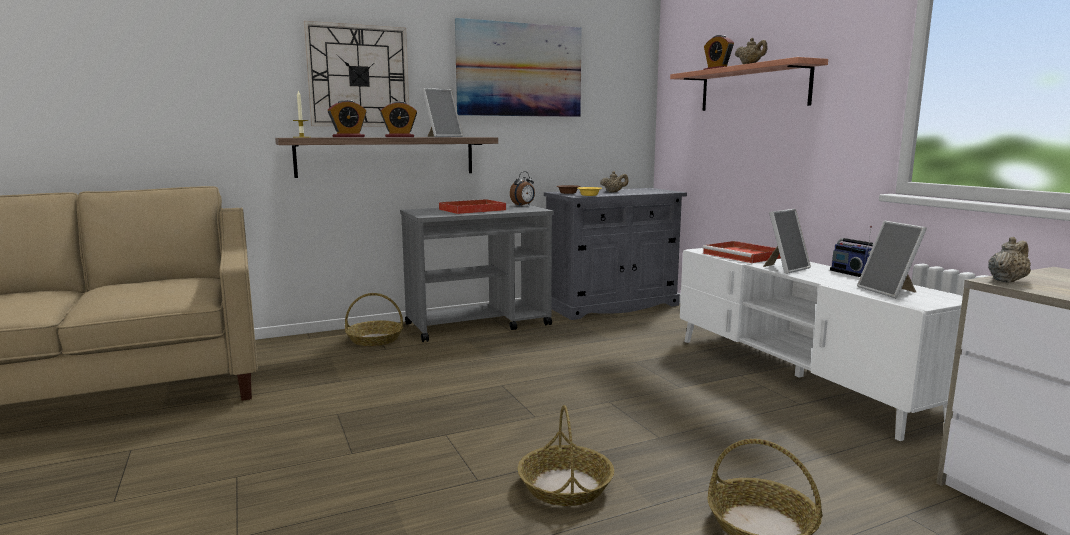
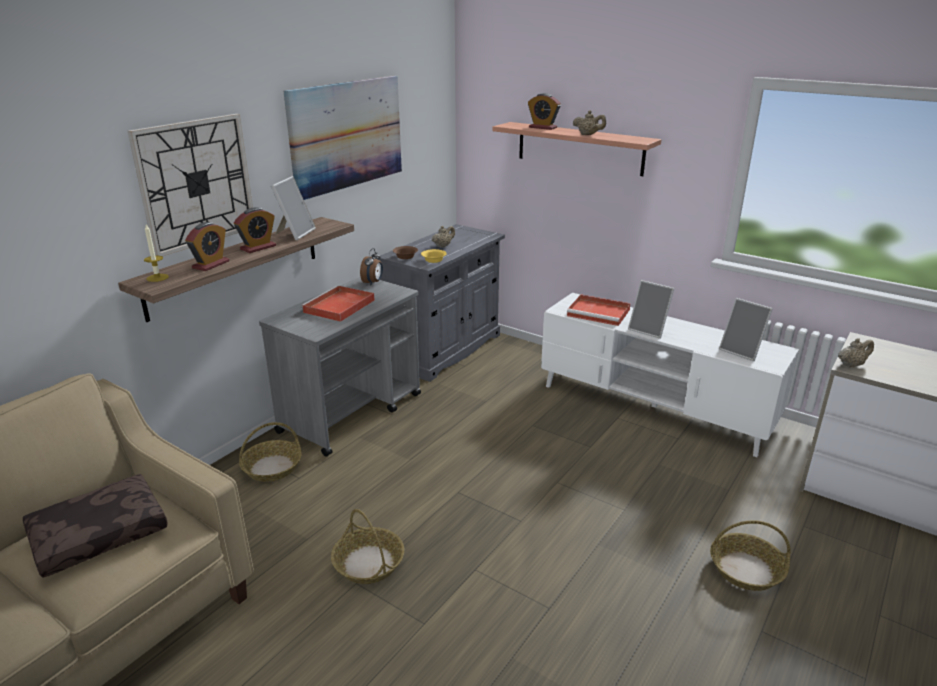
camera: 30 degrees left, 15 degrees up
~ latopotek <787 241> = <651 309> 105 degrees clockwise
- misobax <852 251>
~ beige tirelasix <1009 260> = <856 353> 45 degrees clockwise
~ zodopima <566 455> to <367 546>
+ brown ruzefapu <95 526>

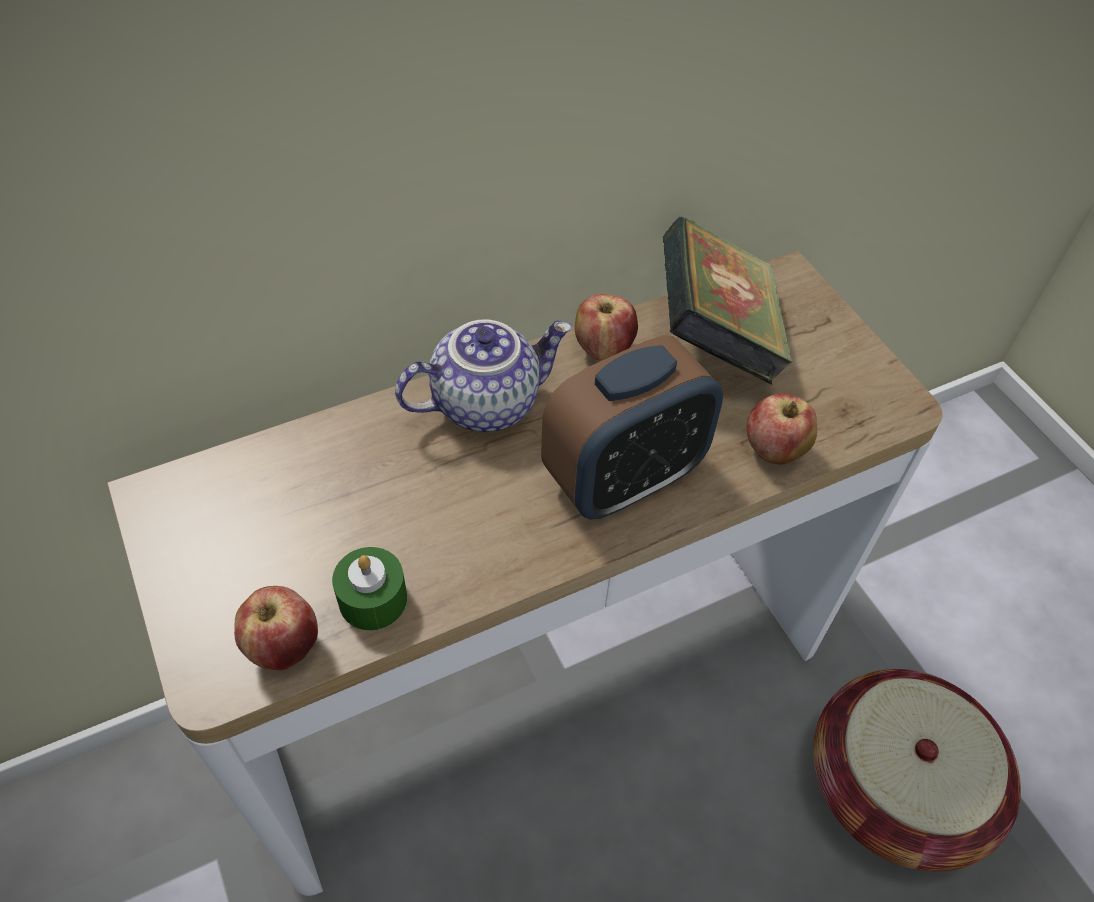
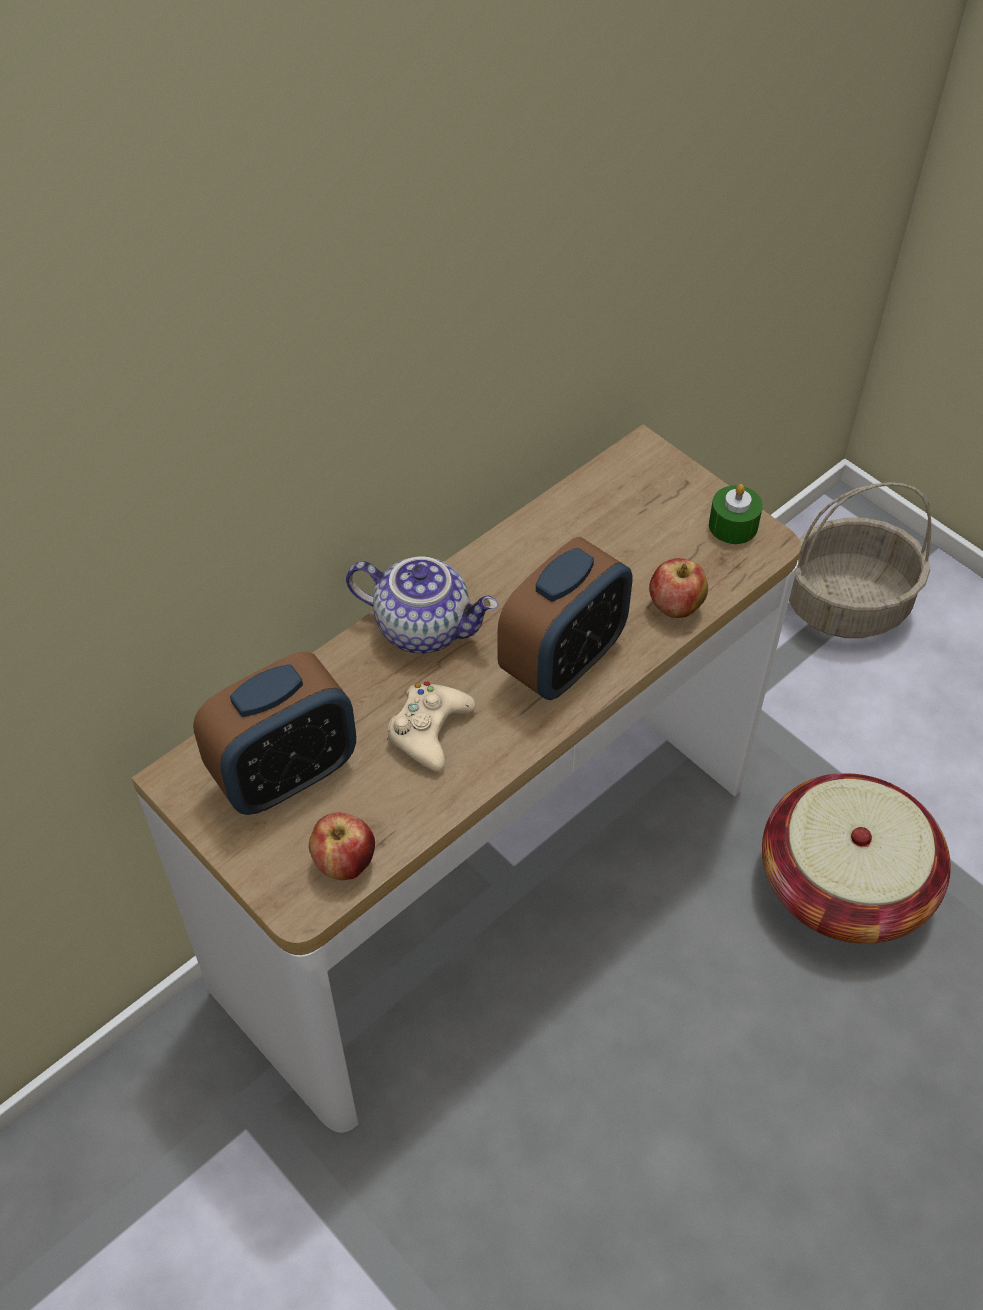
camera: 15 degrees left, 0 degrees up
- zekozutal <728 300>
- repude <606 327>
~ tirelasix <483 375> = <422 604> 60 degrees clockwise
~ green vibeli <369 588> to <736 514>
+ zodopima <860 560>
+ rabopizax <274 733>
+ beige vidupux <431 727>

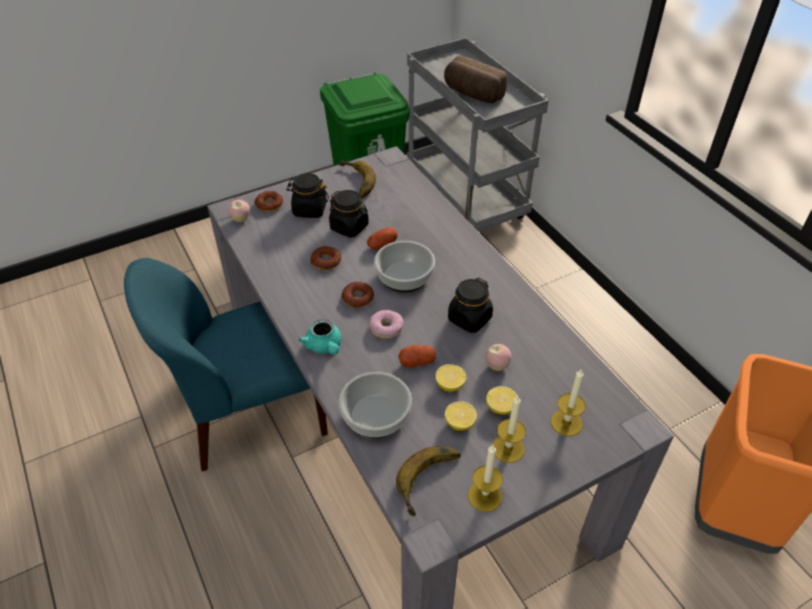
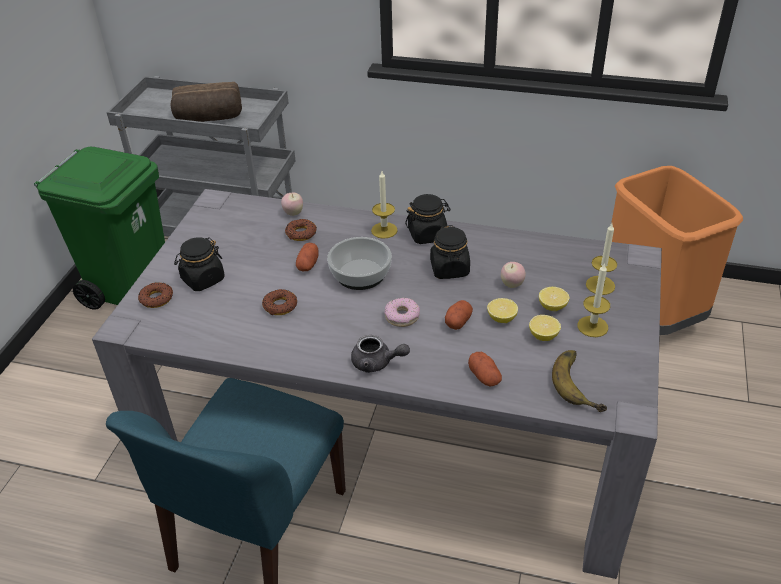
camera: 45 degrees left, 5 degrees down
- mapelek <357 179>
~ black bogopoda <349 214> to <428 219>
~ repude <239 211> to <292 204>
~ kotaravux <357 294> to <301 230>
~ turquoise tirelasix <320 337> to grey tirelasix <380 354>
~ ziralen <375 405> to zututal <485 369>
~ vibeli <485 478> to <384 205>

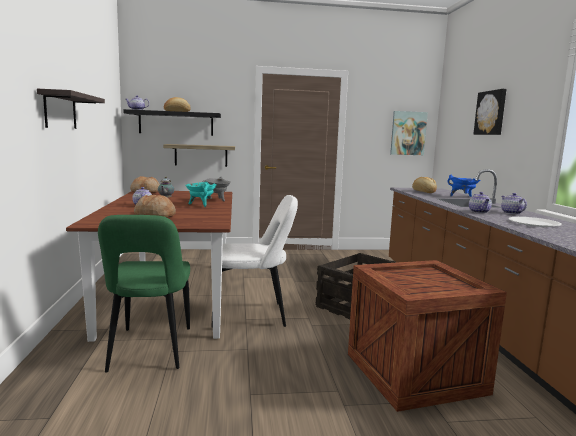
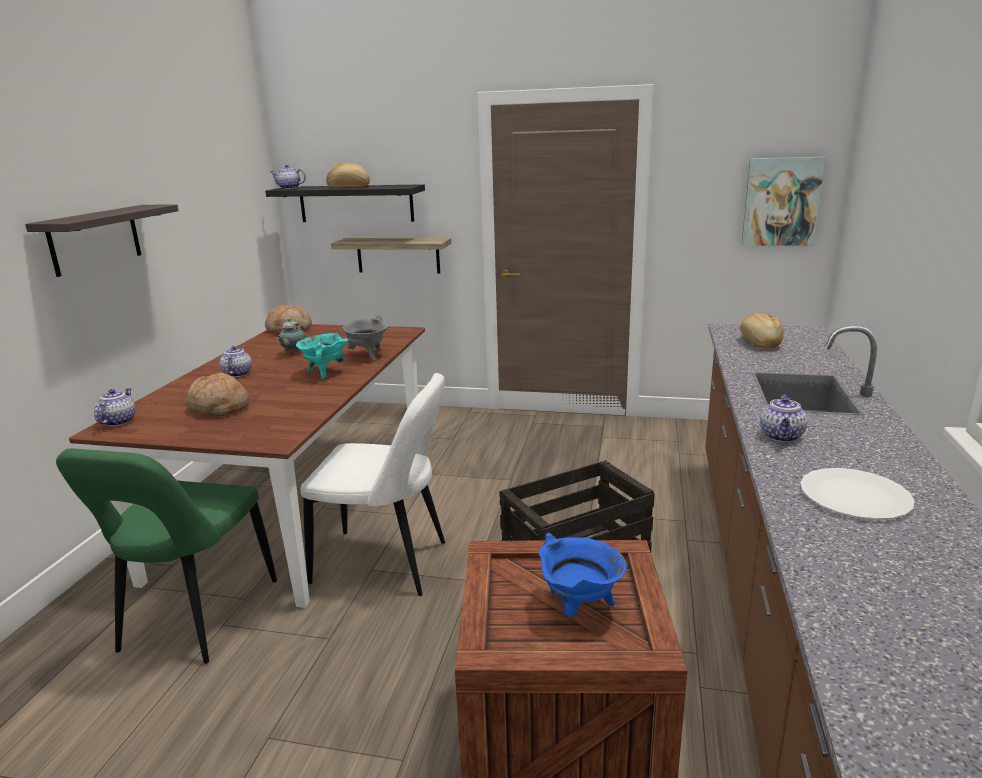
camera: 20 degrees right, 10 degrees up
- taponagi <490 112>
~ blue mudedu <463 186> to <582 575>
~ tirelasix <514 203> to <114 407>

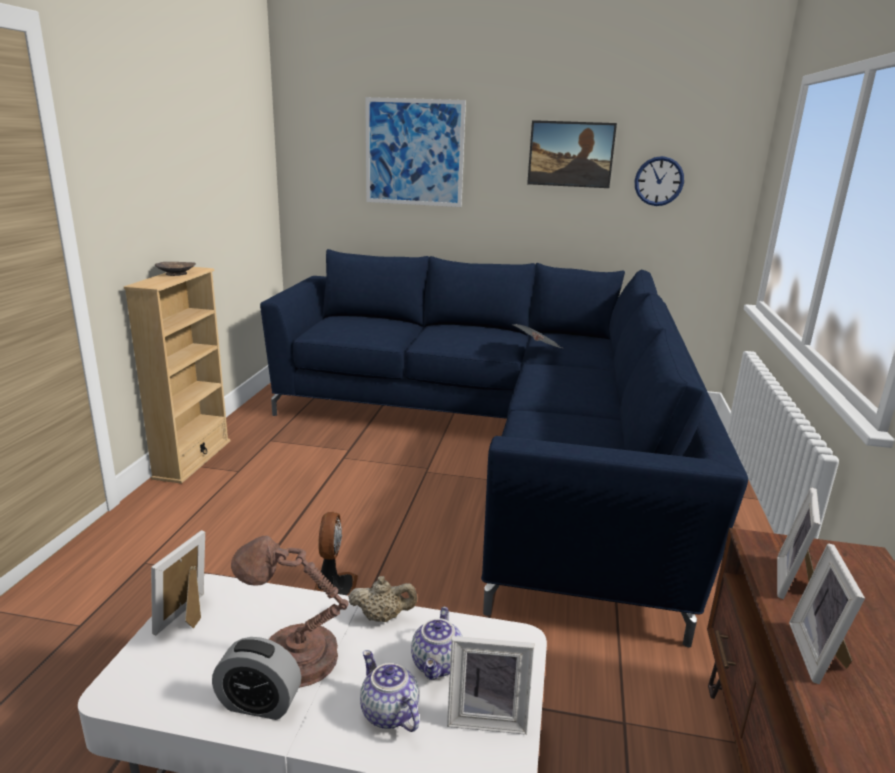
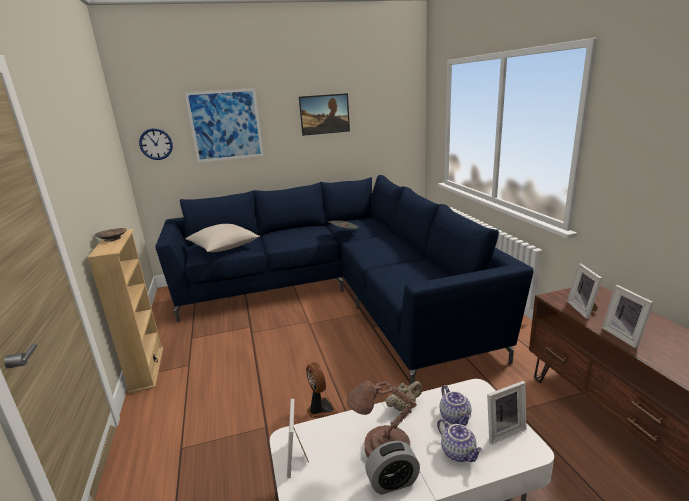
camera: 25 degrees left, 0 degrees up
~ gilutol <659 181> to <156 144>
~ tirelasix <389 691> = <460 440> 150 degrees counterclockwise
+ beige ruzefapu <223 238>

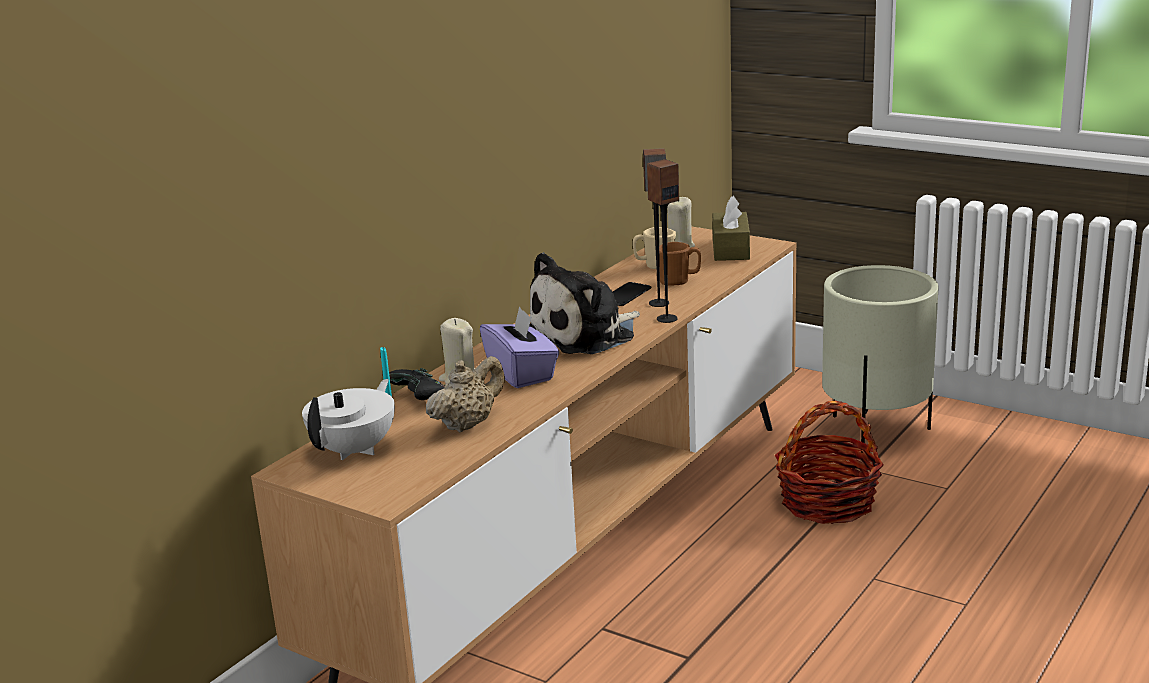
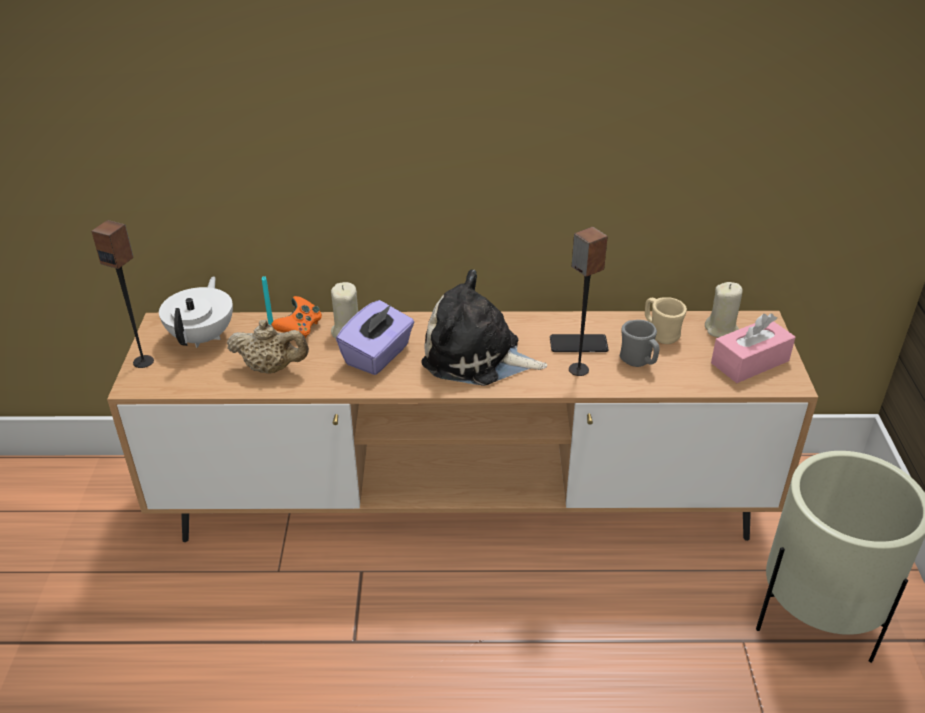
camera: 55 degrees right, 15 degrees up
~ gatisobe <663 241> to <122 294>
~ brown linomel <731 228> to pink linomel <753 348>
~ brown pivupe <680 264> to grey pivupe <640 343>
~ black vidupux <417 384> to orange vidupux <296 317>
~ white tirelasix <348 419> = <196 312> 75 degrees counterclockwise
- zodopima <829 462>

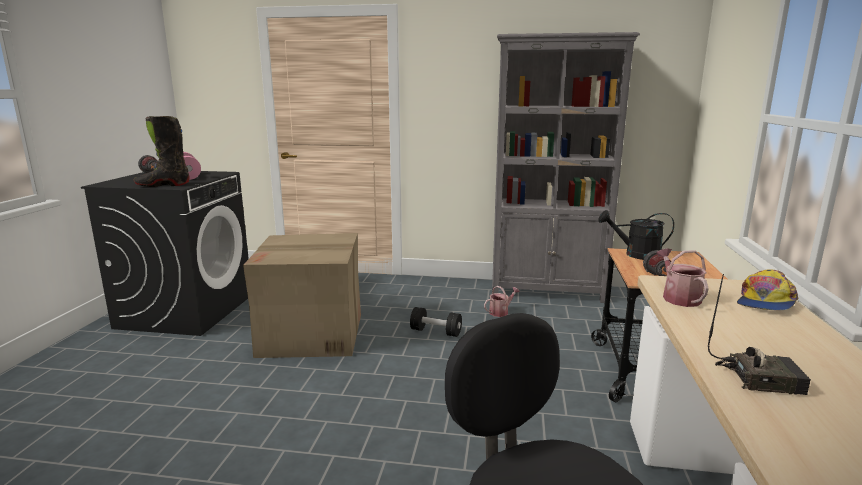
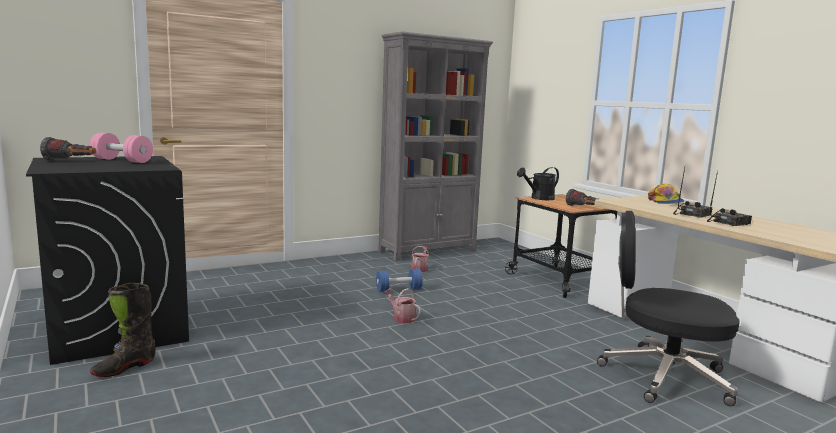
camera: 40 degrees left, 5 degrees down
~ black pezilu <161 151> to <123 330>
- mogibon <302 295>
~ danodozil <683 277> to <402 306>
~ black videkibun <436 322> to blue videkibun <399 280>
+ misobax <693 193>

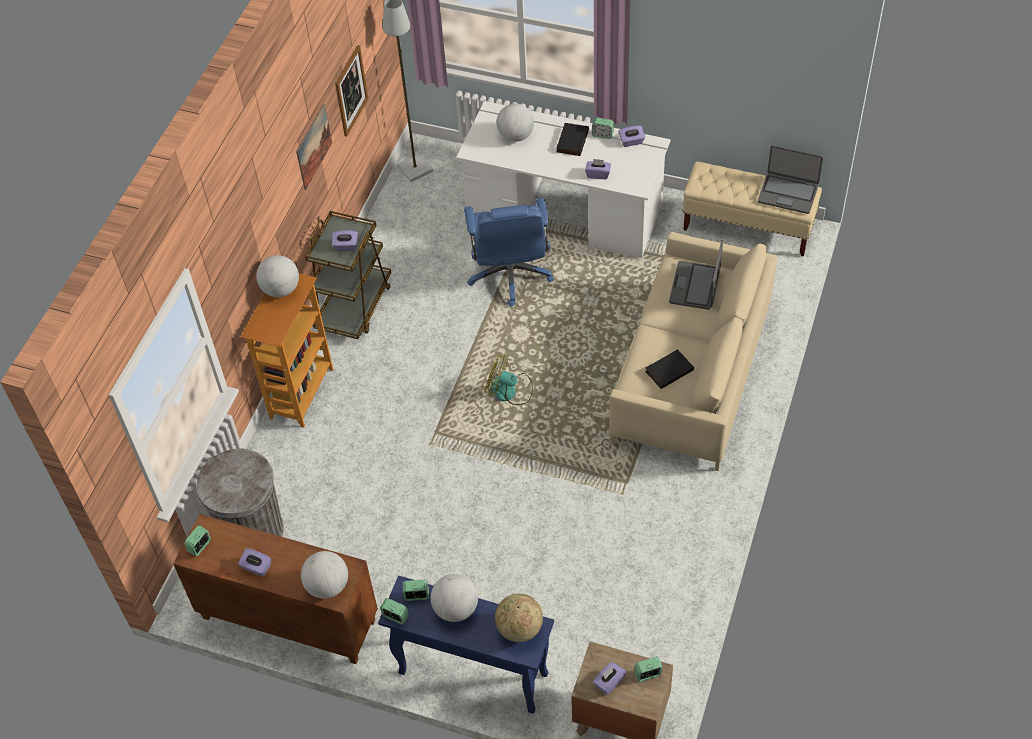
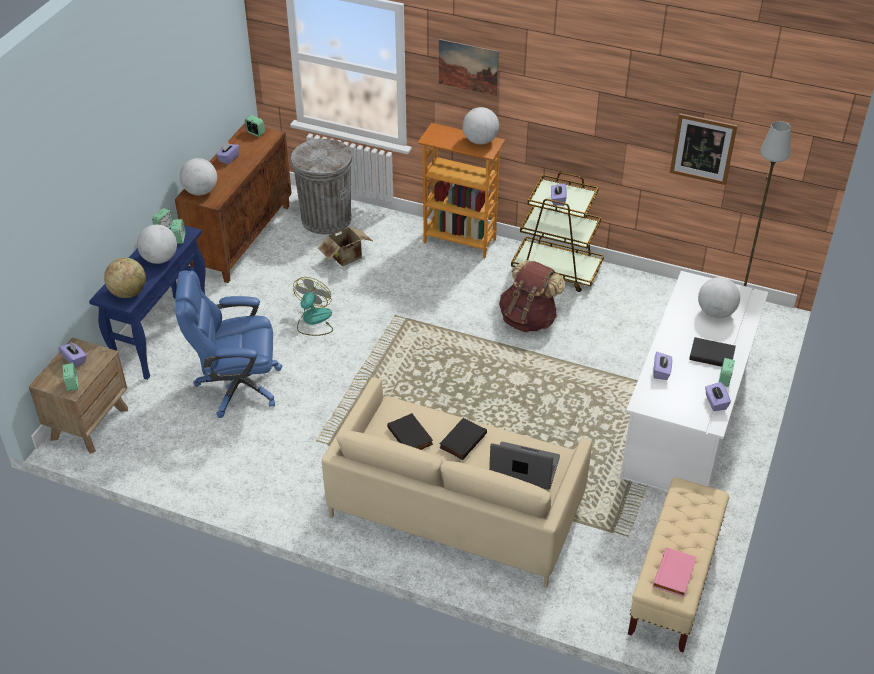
camera: 90 degrees right, 10 degrees down
~ taponagi <314 147> to <469 67>
~ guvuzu <790 179> to pink zekozutal <674 572>
~ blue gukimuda <509 252> to <228 344>
~ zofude <509 379> to <313 306>
+ mogibon <345 246>
+ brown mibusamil <532 296>
+ black zekozutal <463 439>

